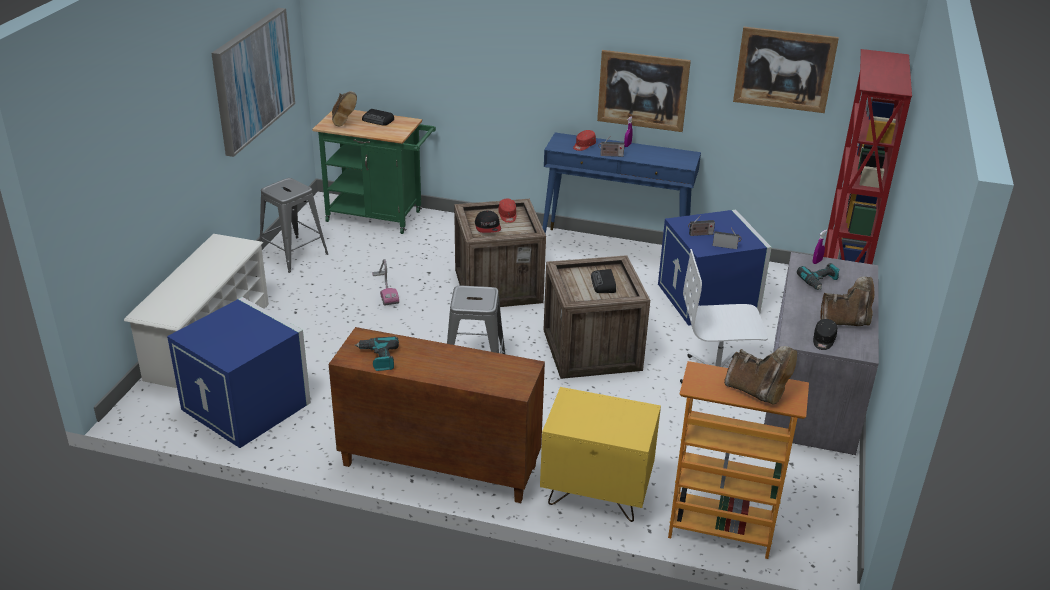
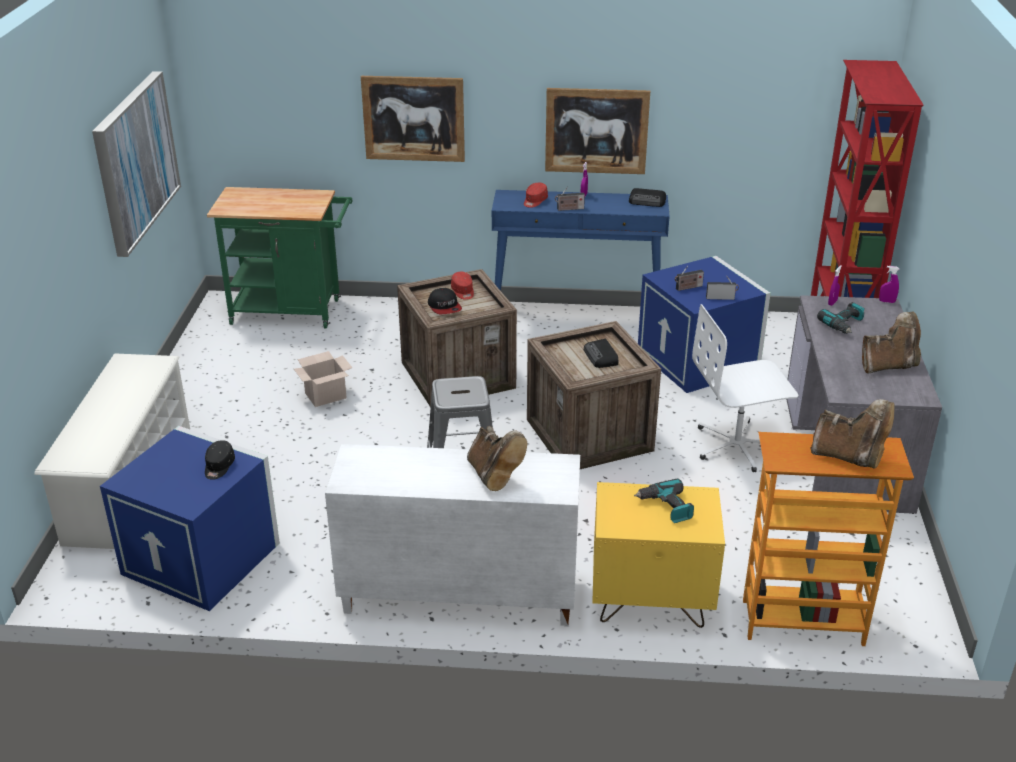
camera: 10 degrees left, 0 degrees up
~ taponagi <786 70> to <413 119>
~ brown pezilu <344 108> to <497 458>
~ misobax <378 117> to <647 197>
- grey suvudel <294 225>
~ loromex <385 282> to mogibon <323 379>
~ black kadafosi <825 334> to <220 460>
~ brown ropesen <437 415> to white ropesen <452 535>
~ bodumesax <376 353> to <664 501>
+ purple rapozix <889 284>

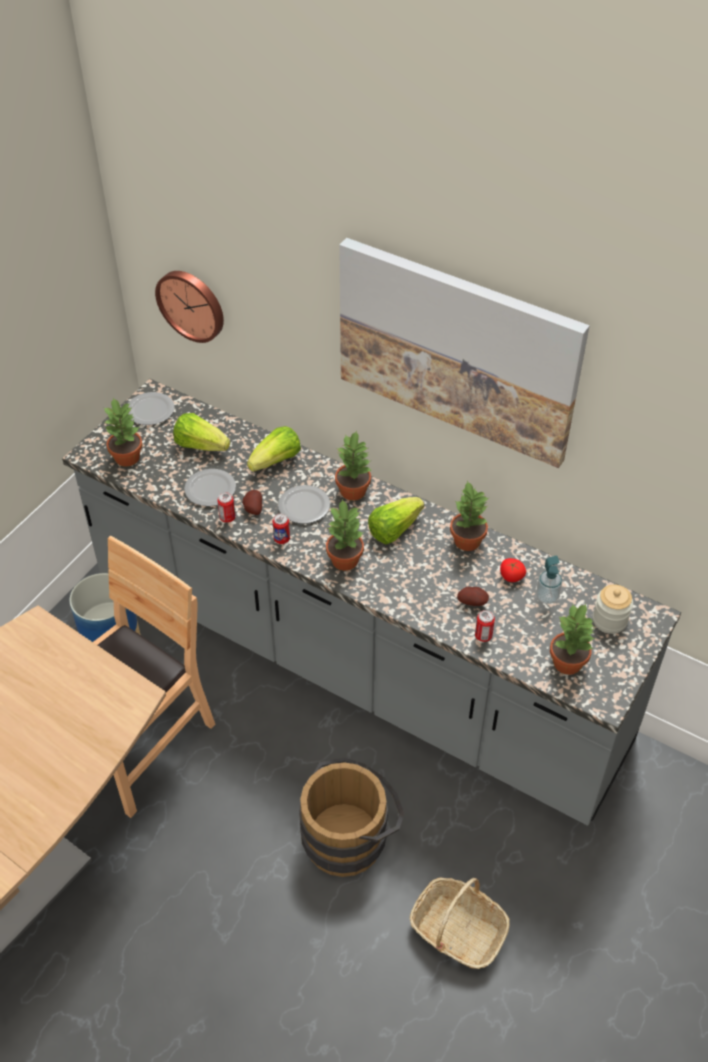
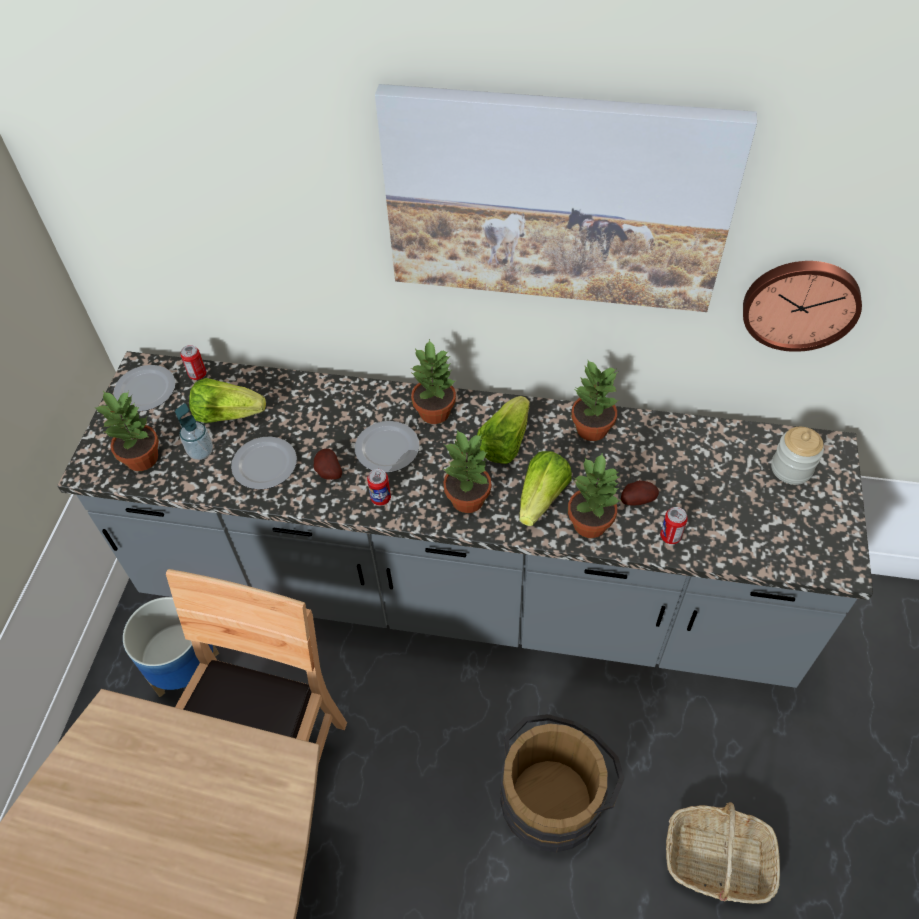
camera: 20 degrees left, 5 degrees up
~ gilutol <189 307> to <802 306>
~ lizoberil <274 449> to <545 488>
~ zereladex <226 507> to <193 362>
~ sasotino <549 580> to <194 432>
- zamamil <513 570>
~ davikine <572 639> to <594 495>

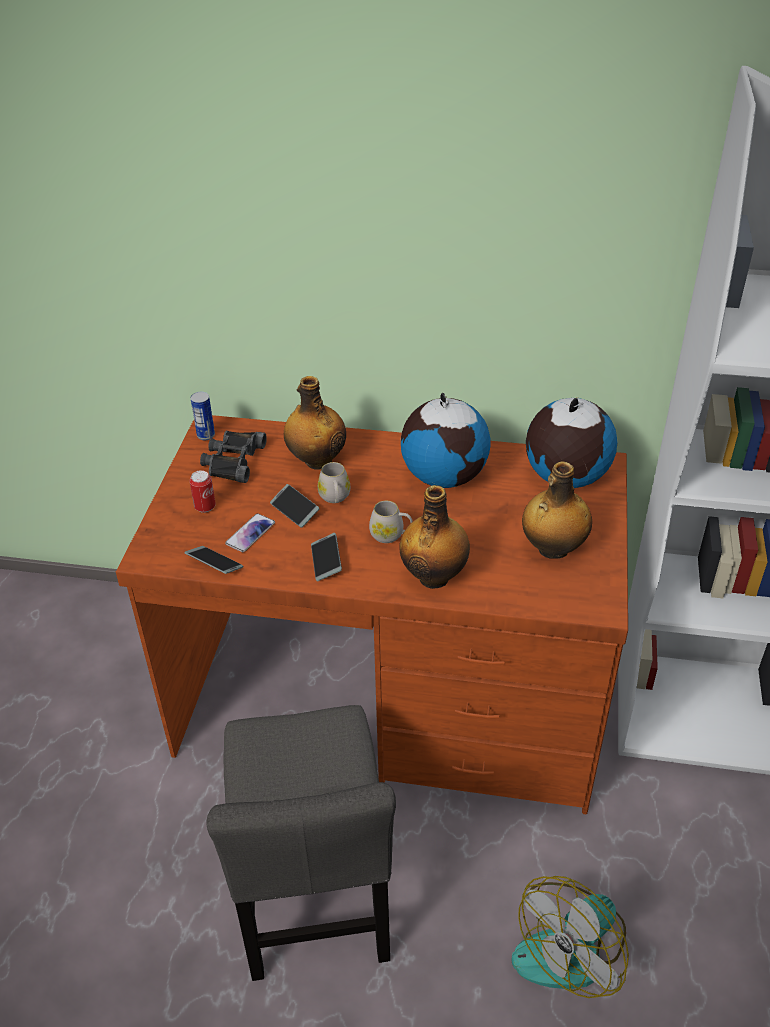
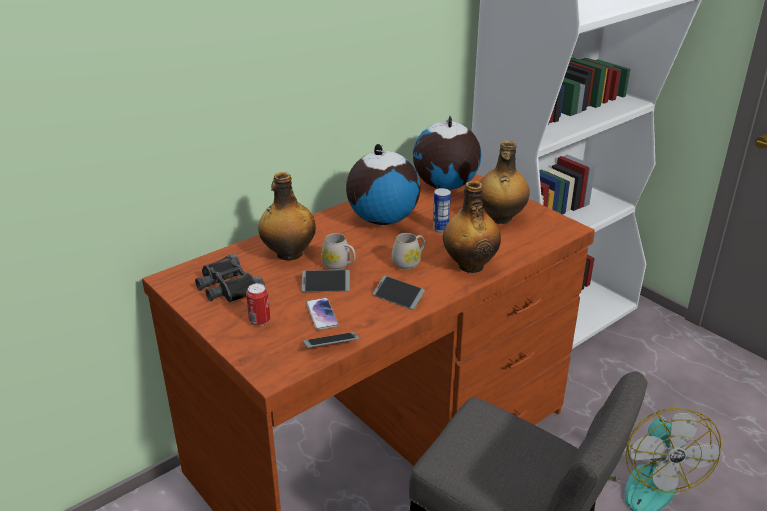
camera: 50 degrees left, 10 degrees down
~ zereladex <203 416> to <442 210>

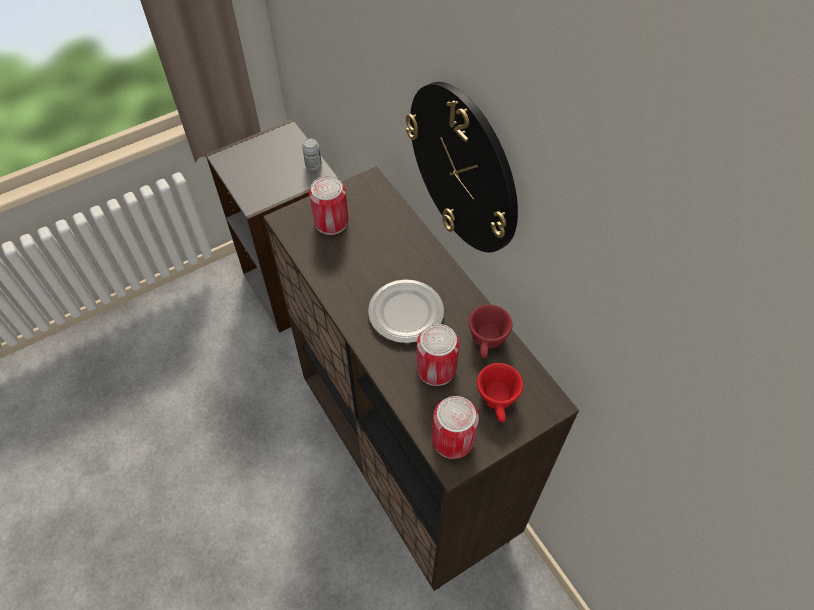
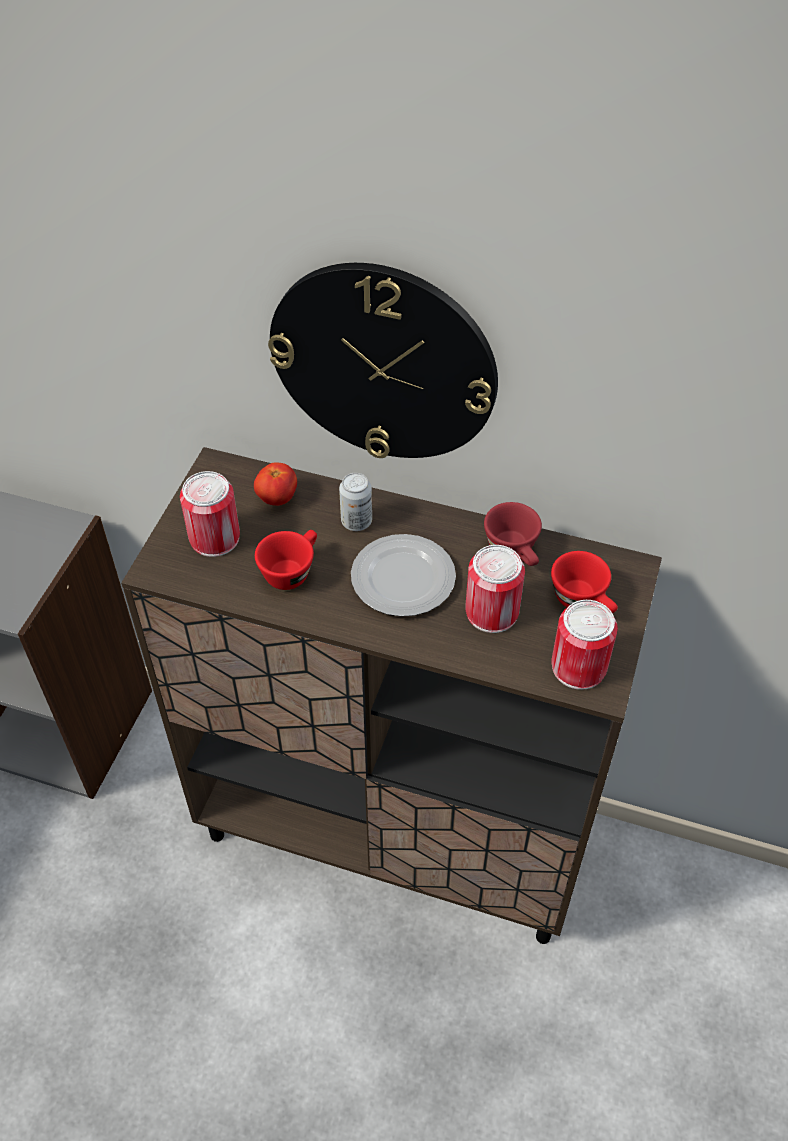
camera: 40 degrees left, 5 degrees down
~ zereladex <312 154> to <355 502>
+ zamamil <275 484>
+ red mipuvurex <286 560>

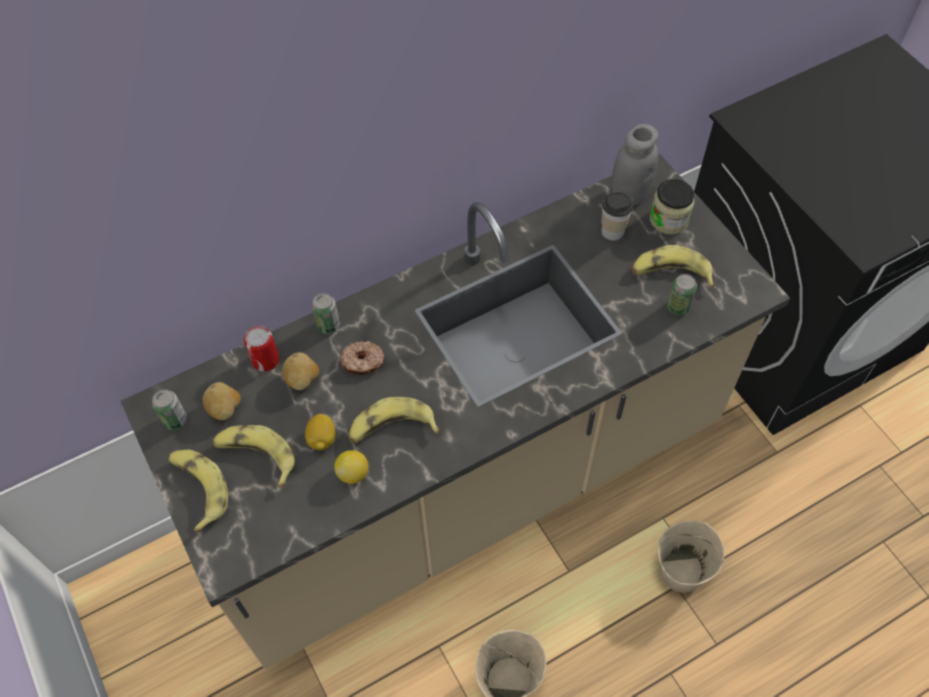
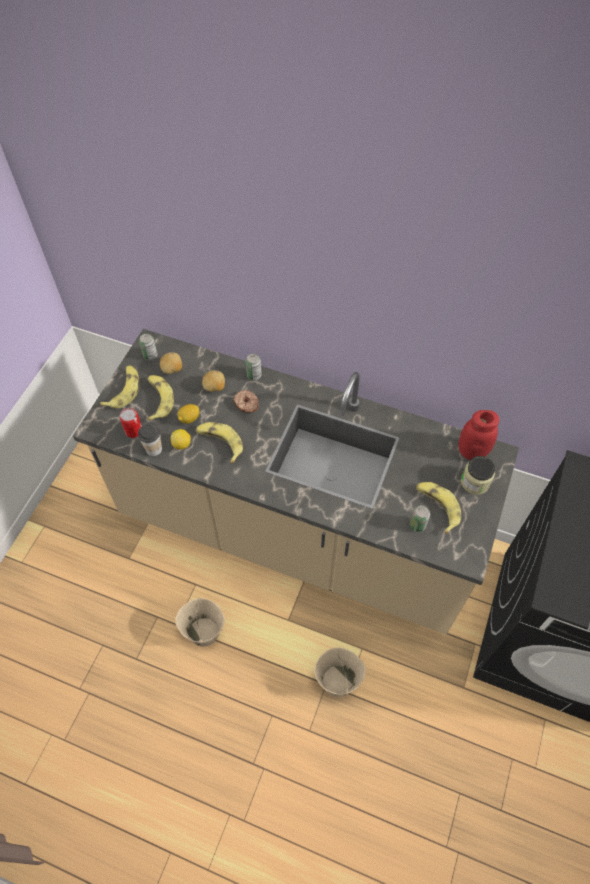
camera: 50 degrees right, 0 degrees up
~ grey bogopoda <635 165> to red bogopoda <478 435>
~ mipuvurex <617 216> to <150 440>
~ zereladex <261 349> to <131 423>

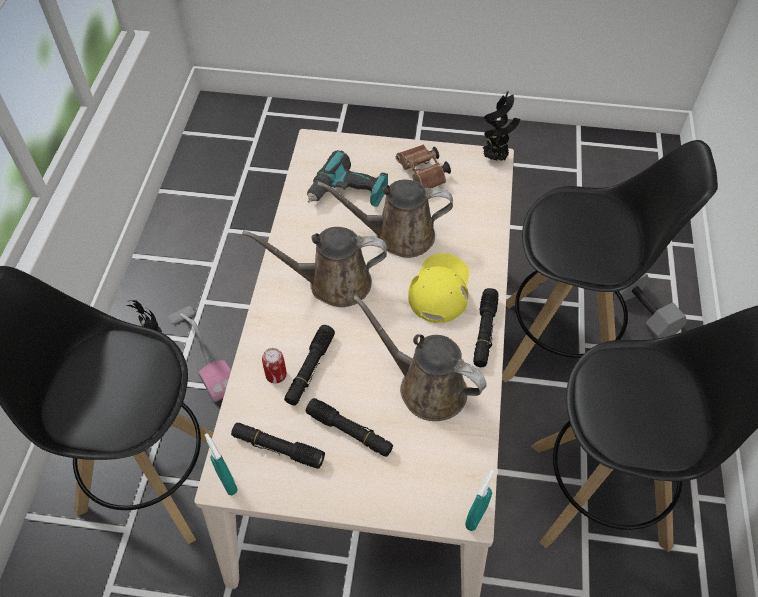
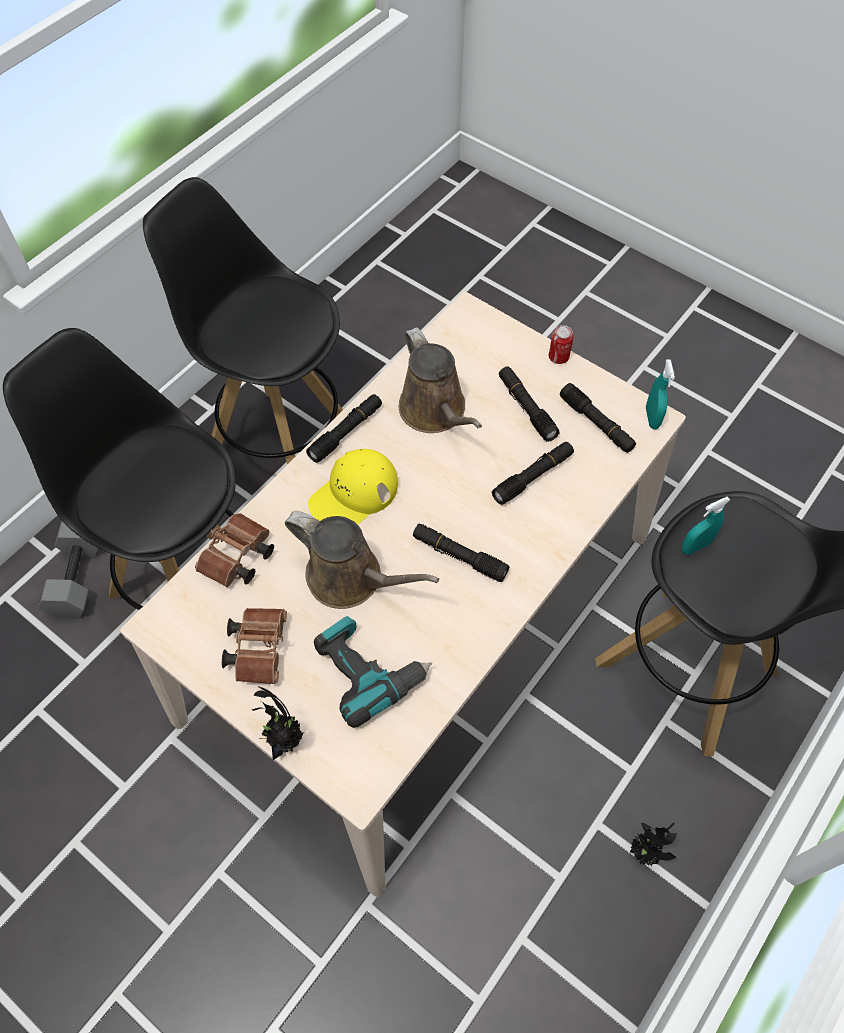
camera: 150 degrees left, 5 degrees up
~ davikine <501 126> to <277 723>
~ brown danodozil <314 267> to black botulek <461 552>
- loromex <199 354>
~ zereladex <274 365> to <561 344>
~ turquoise rapozix <480 500> to <706 526>
+ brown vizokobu <234 550>

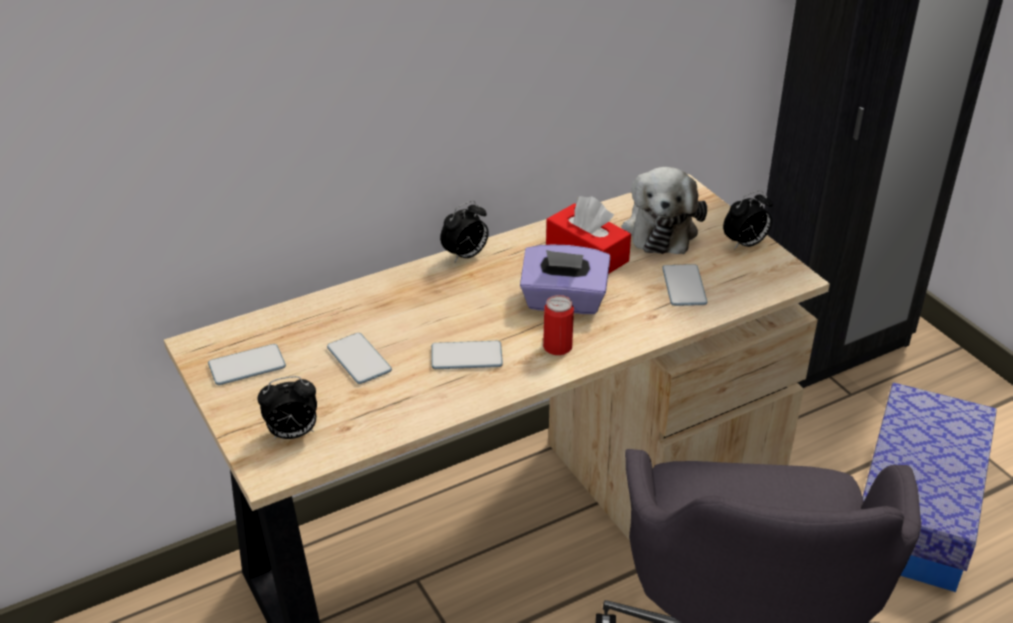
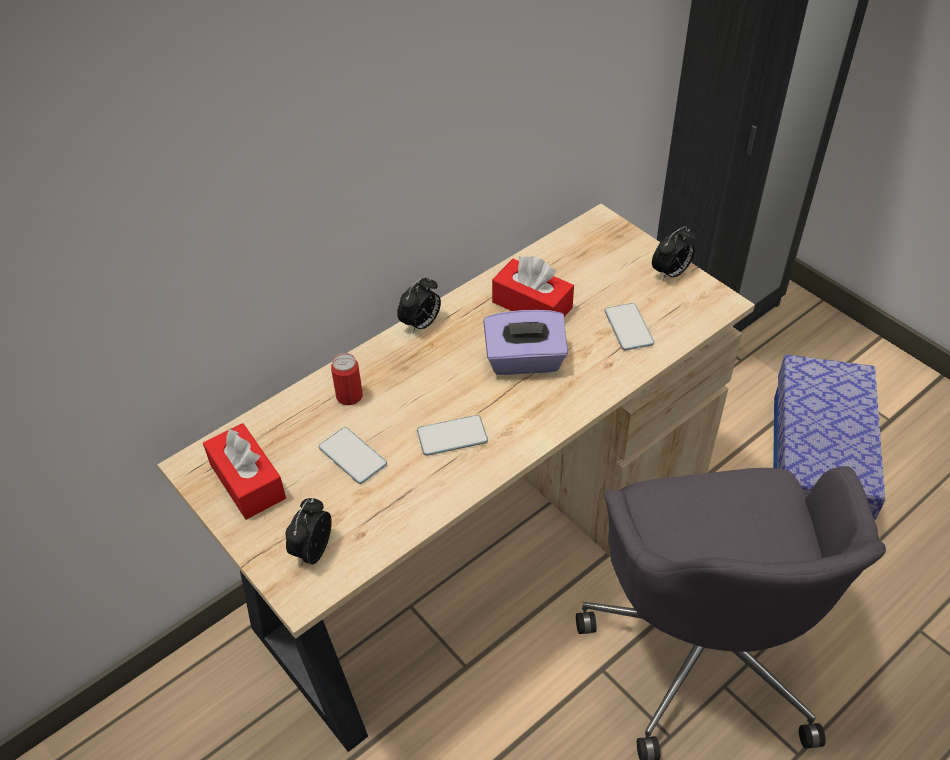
camera: 10 degrees left, 10 degrees up
- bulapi <664 210>
~ zereladex <558 325> to <347 379>
~ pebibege <247 364> to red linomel <244 471>
~ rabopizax <287 407> = <308 531> 135 degrees clockwise

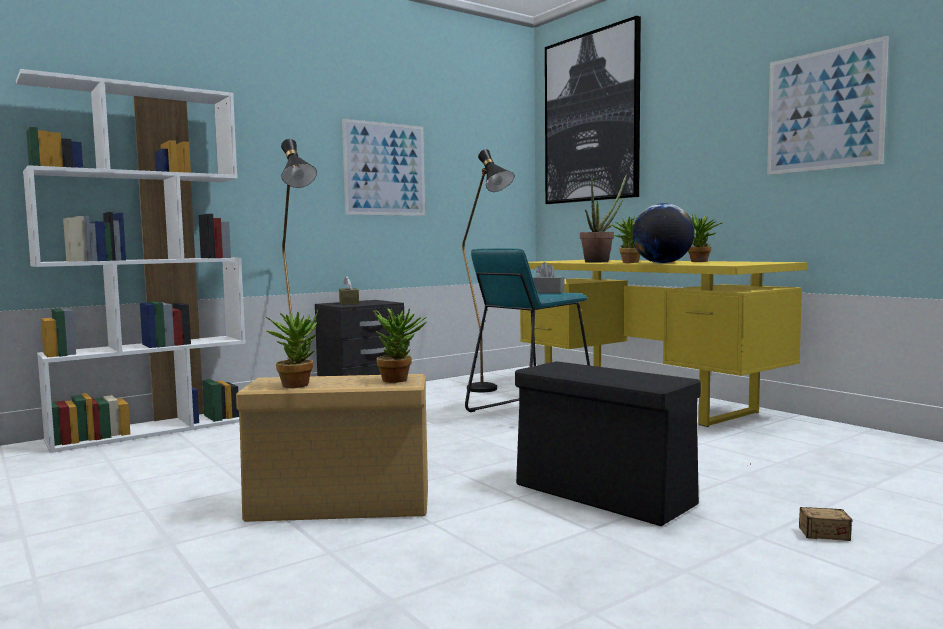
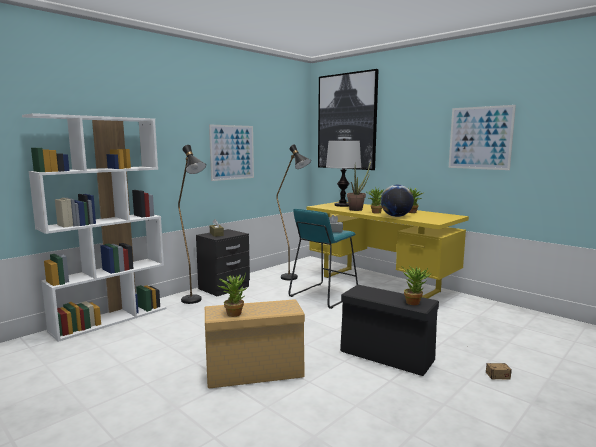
camera: 10 degrees left, 5 degrees up
~ davikine <400 346> to <416 285>
+ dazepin <343 172>

